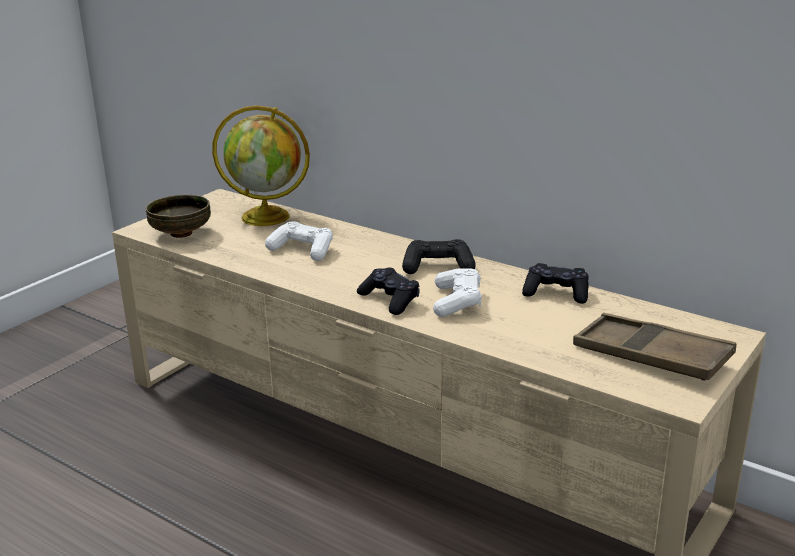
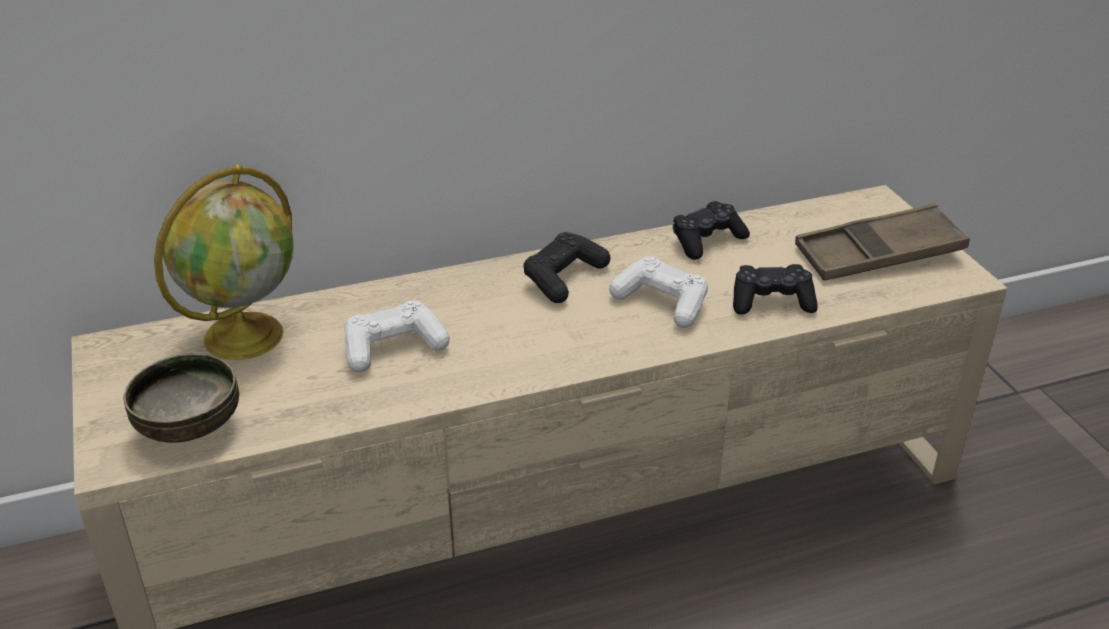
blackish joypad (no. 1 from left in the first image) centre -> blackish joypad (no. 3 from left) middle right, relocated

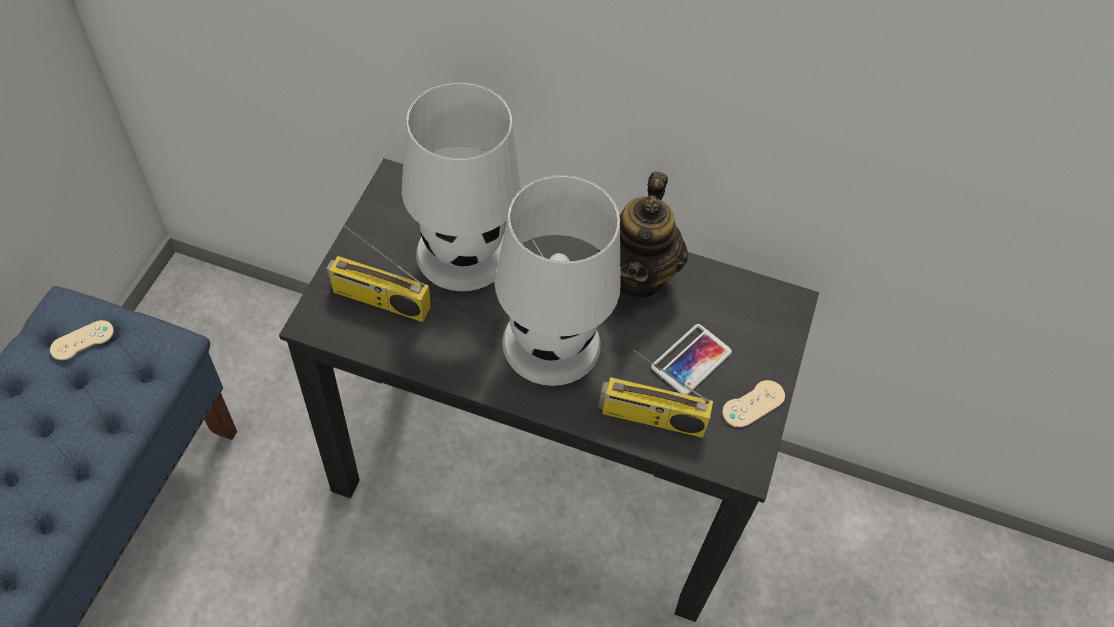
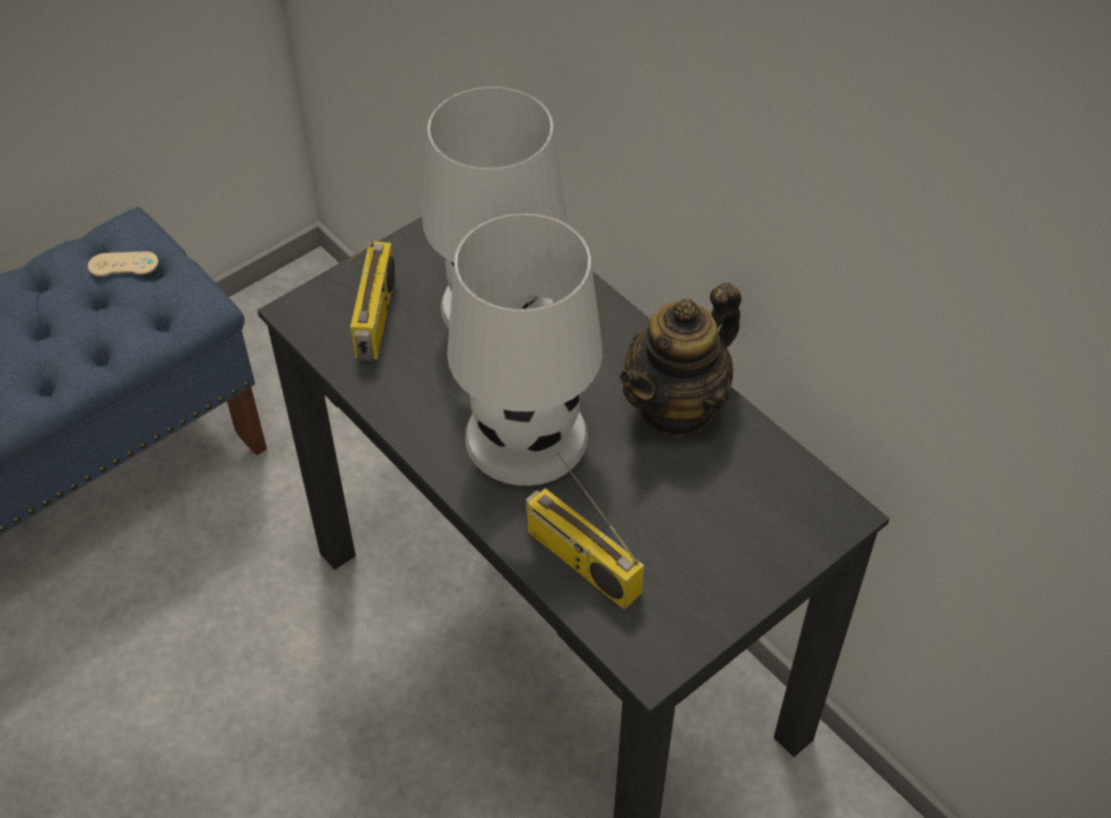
handset centre -> none
sand-coloured joypad (no. 2 from left) middle right -> none
radio receiver (no. 1 from left) centre, 135 degrees counterclockwise

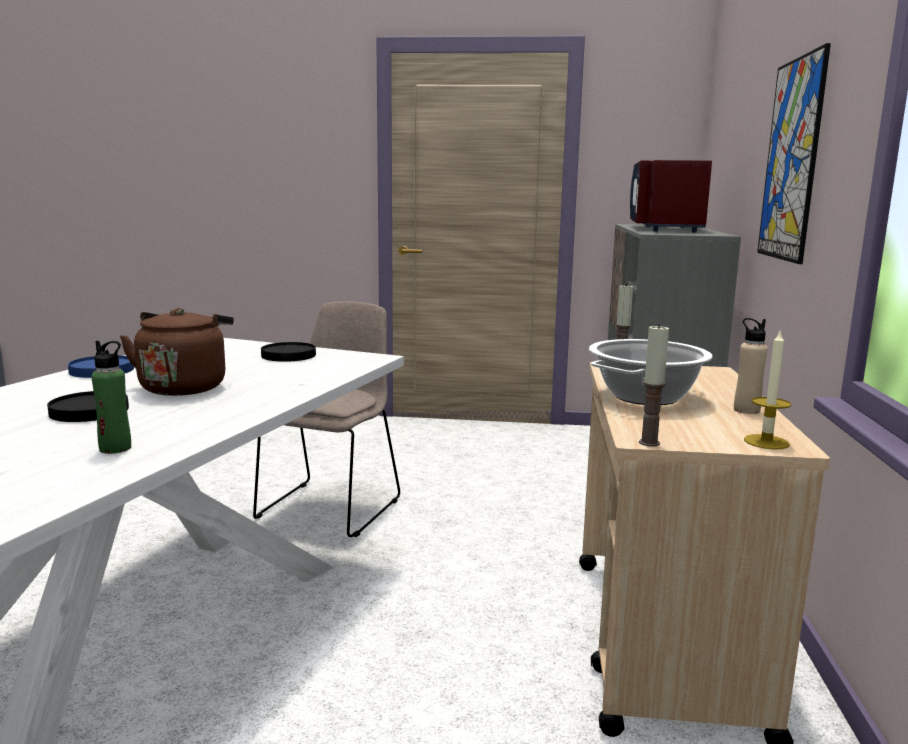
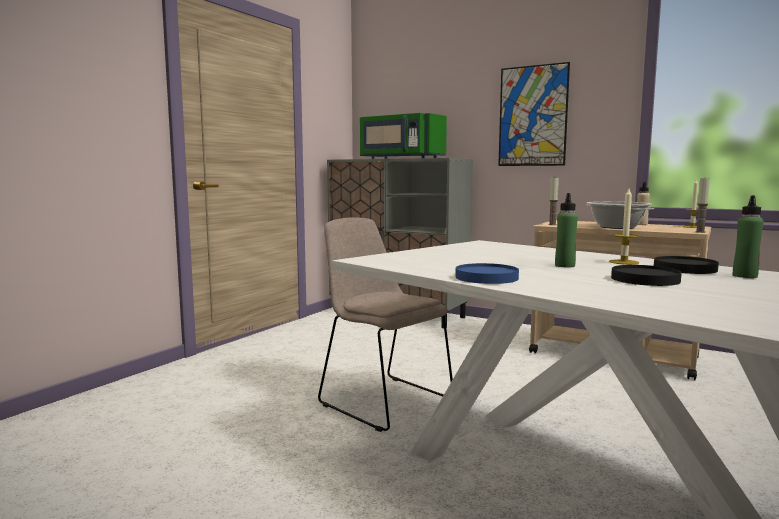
none -> wax light (no. 2 from left) middle right
blackish dinner plate (no. 2 from left) middle left -> blackish dinner plate (no. 2 from left) middle right, relocated
brown water kettle middle left -> green-coloured drink bottle (no. 1 from left) middle right
red-coloured microwave oven top right -> green-coloured microwave oven top centre

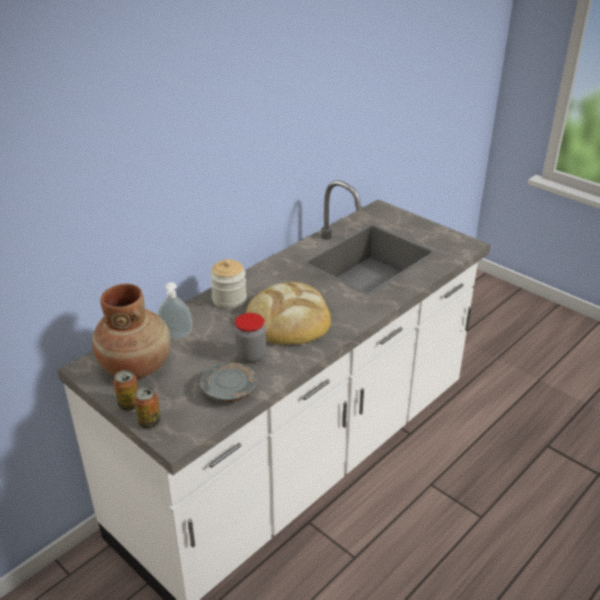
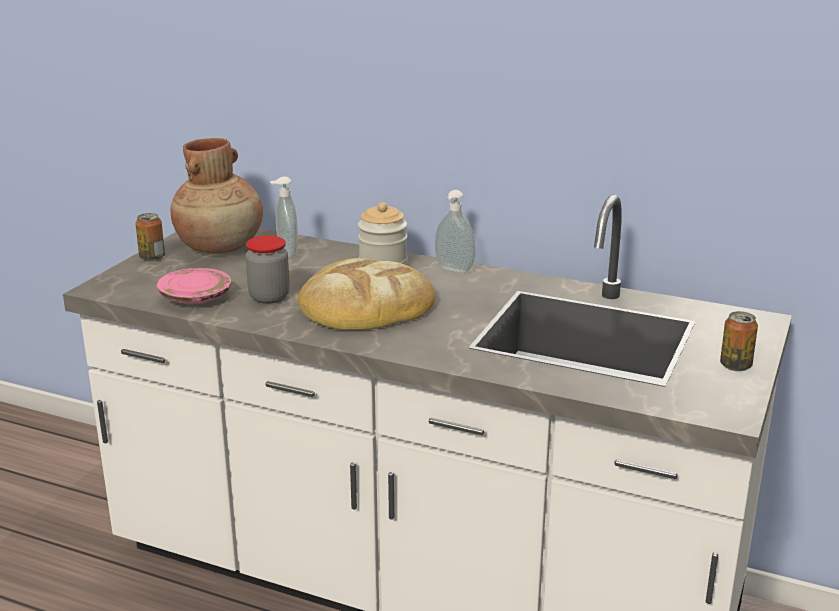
none -> liquid soap bottle (no. 2 from left) centre
metal can (no. 2 from left) bottom left -> metal can (no. 2 from left) middle right, relocated
gray dinner plate centre -> pink-coloured dinner plate middle left

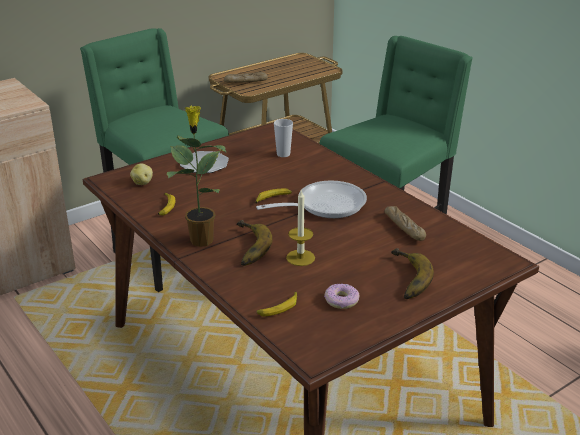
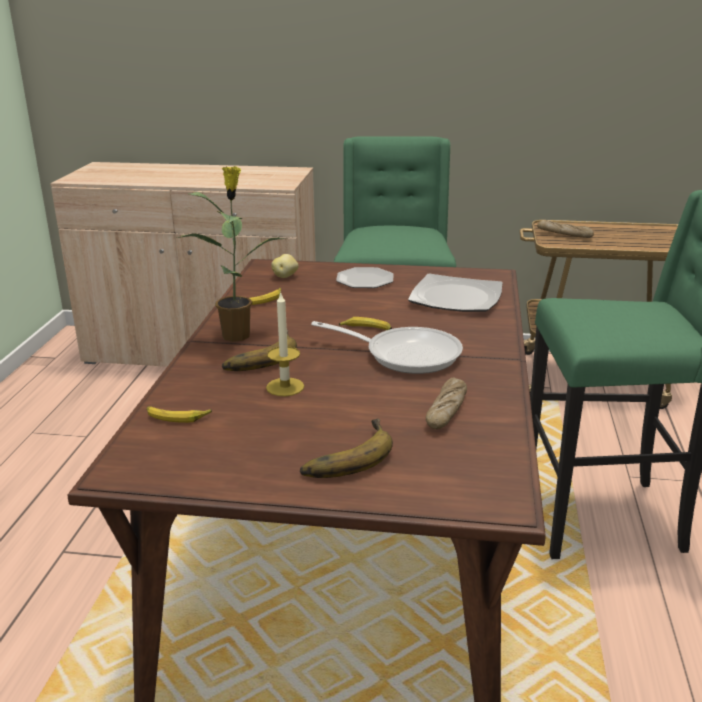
doughnut bottom centre -> none
cup top centre -> dinner plate (no. 2 from left) centre

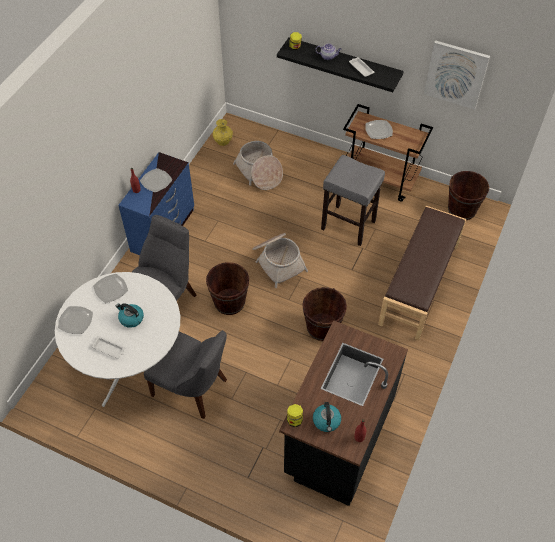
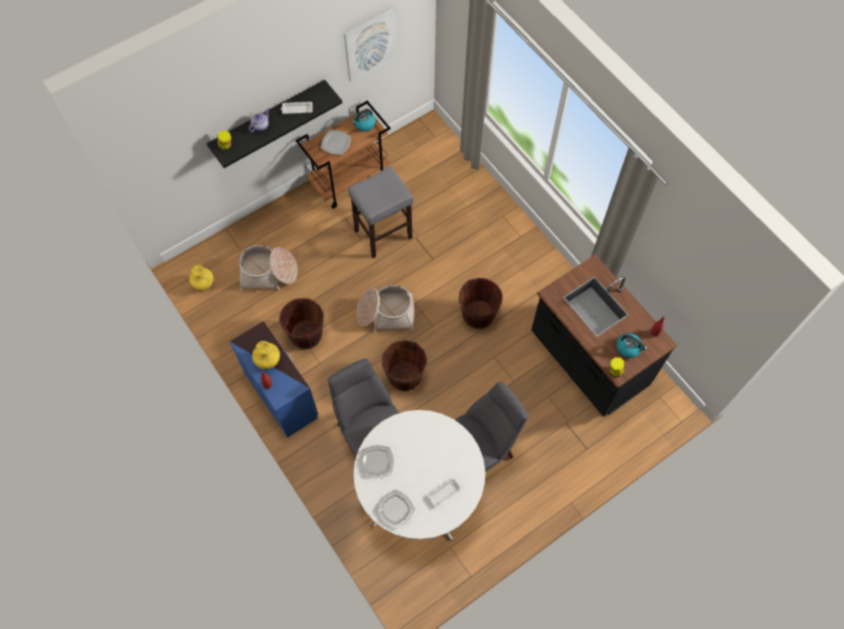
brown long seat middle right -> none
water kettle (no. 1 from left) middle left -> water kettle (no. 1 from left) top centre, relocated
brown pail (no. 3 from left in the first image) middle right -> brown pail (no. 1 from left) centre, relocated
dinner plate (no. 3 from left) top left -> yellow-coloured flower vase (no. 2 from left) middle left

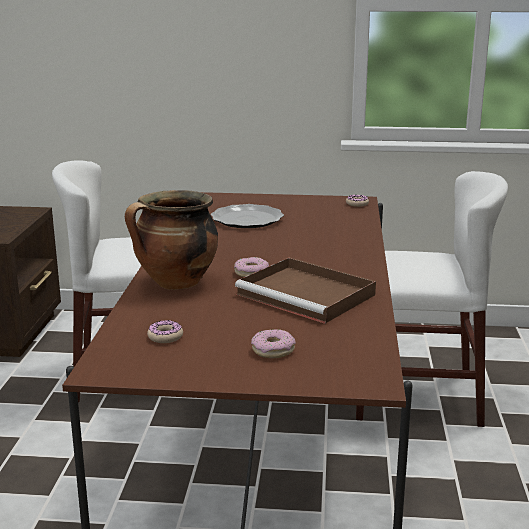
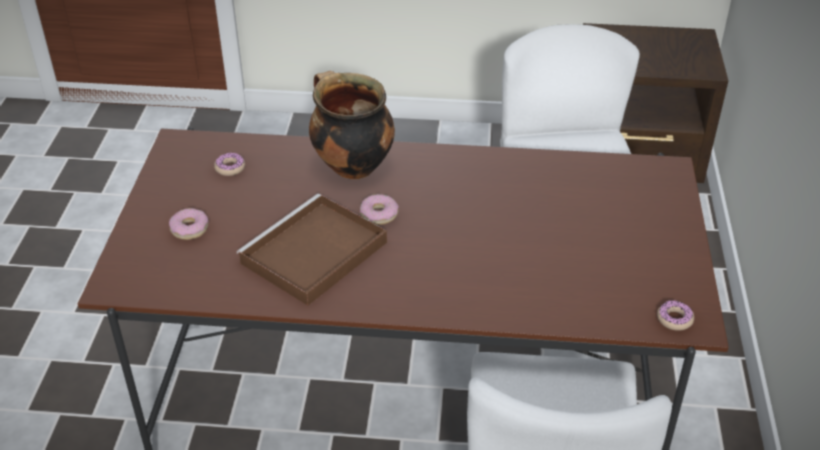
dinner plate centre -> none

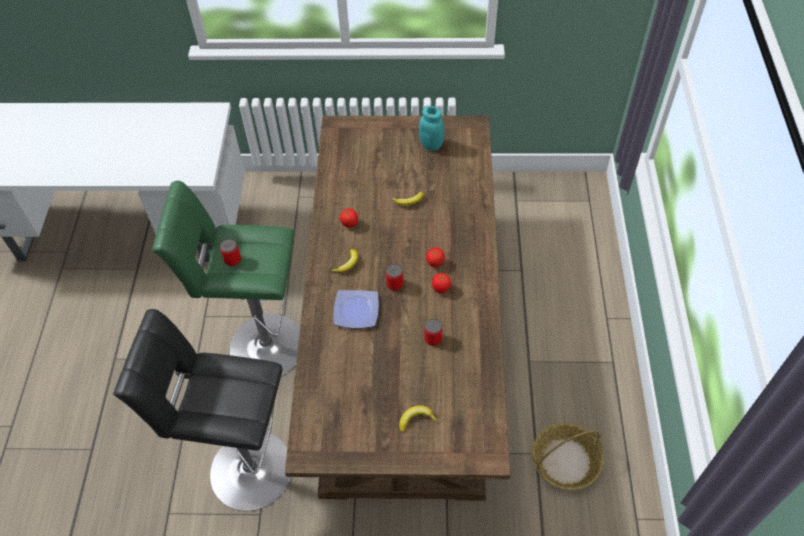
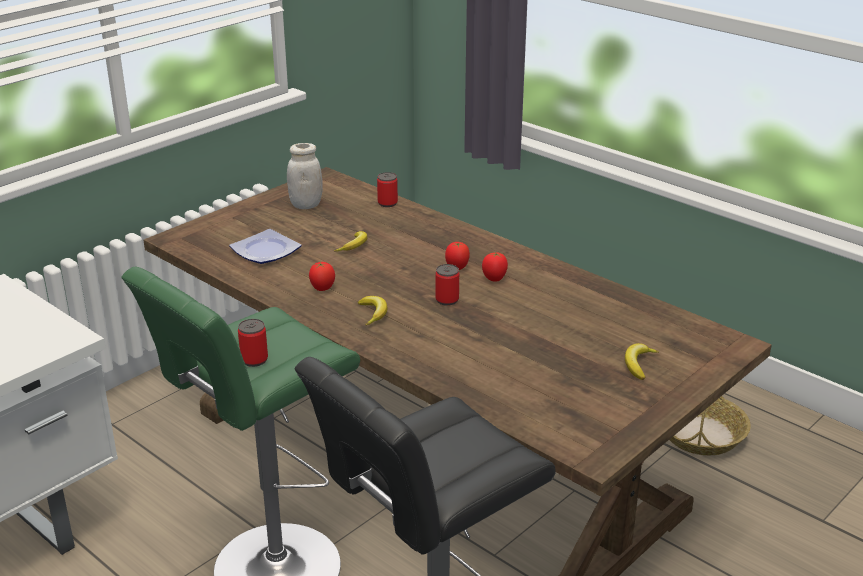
dinner plate centre -> dinner plate middle left, relocated
metal can (no. 3 from left in the first image) centre -> metal can (no. 2 from left) top centre, relocated
blue-green preserve jar top centre -> whitish preserve jar top centre

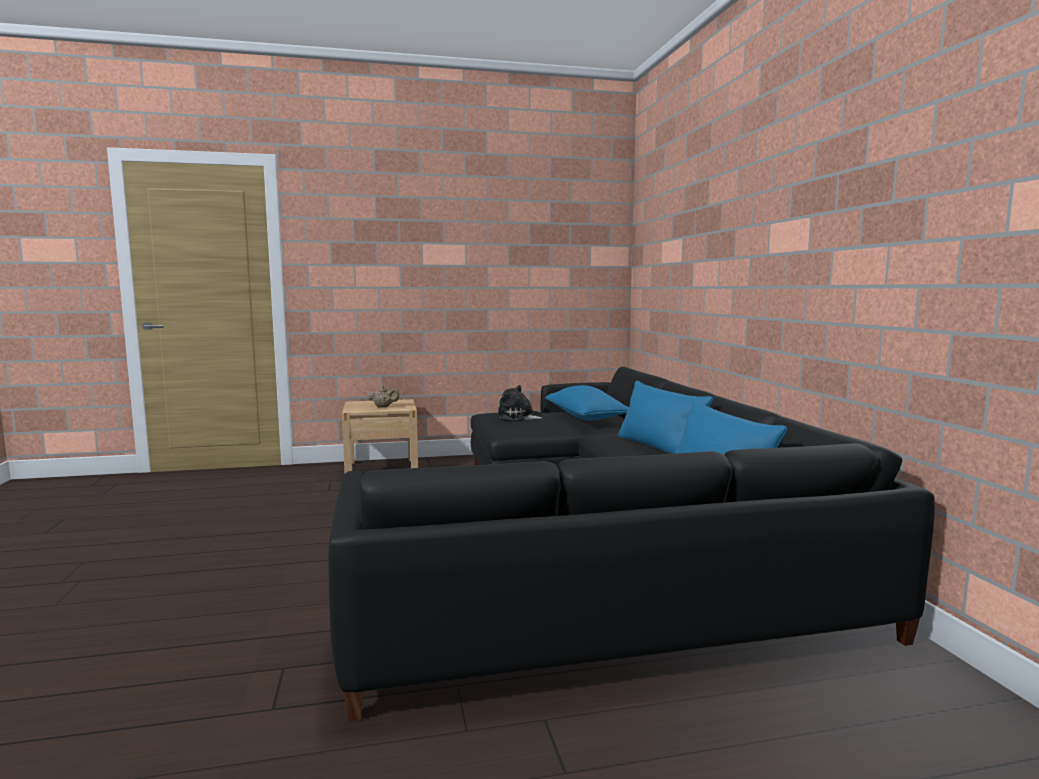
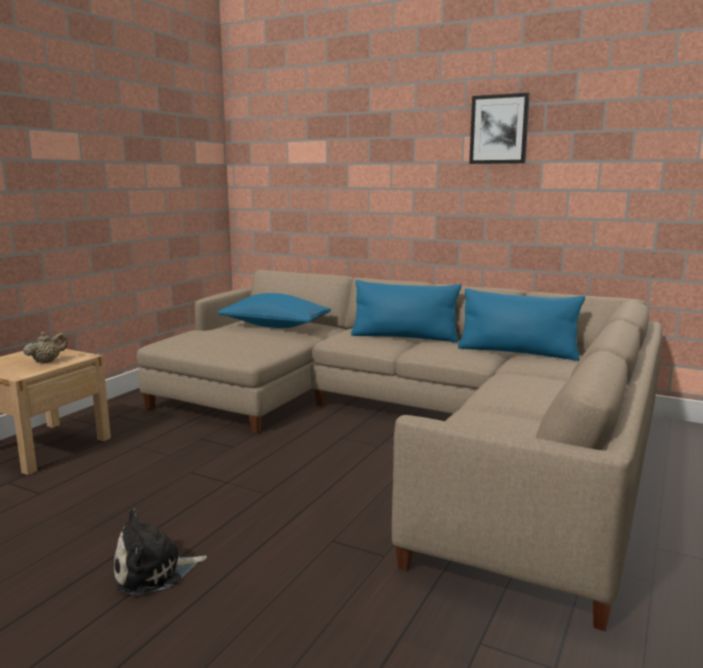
none -> picture top right
soft toy centre -> soft toy bottom left, relocated
blackish sofa bottom centre -> sand-coloured sofa bottom centre

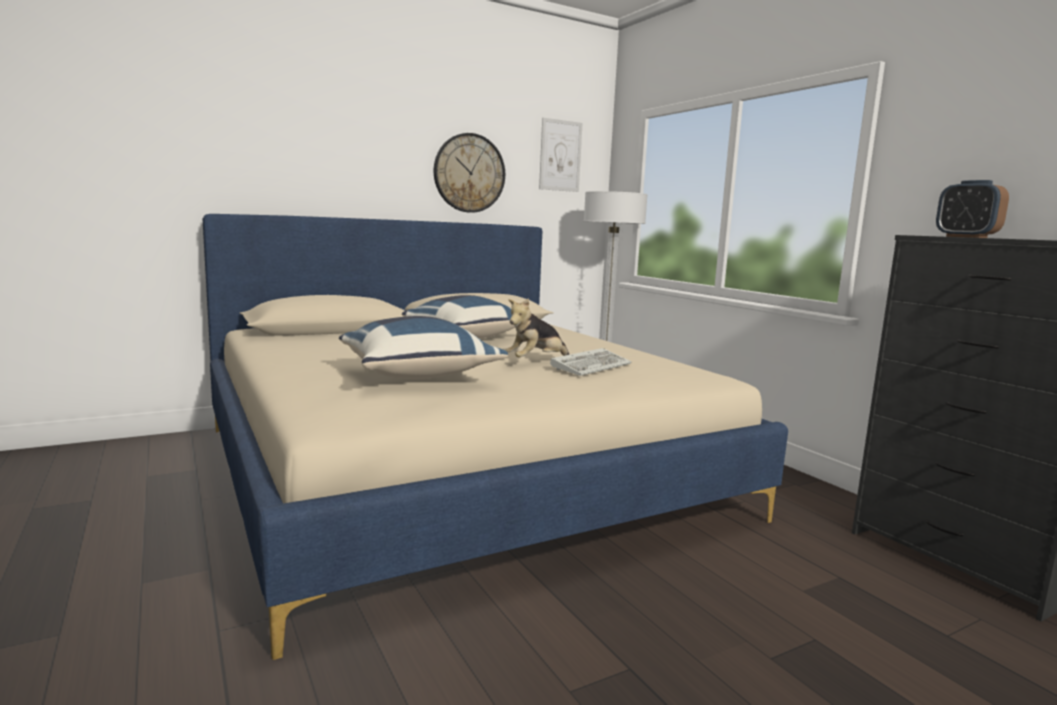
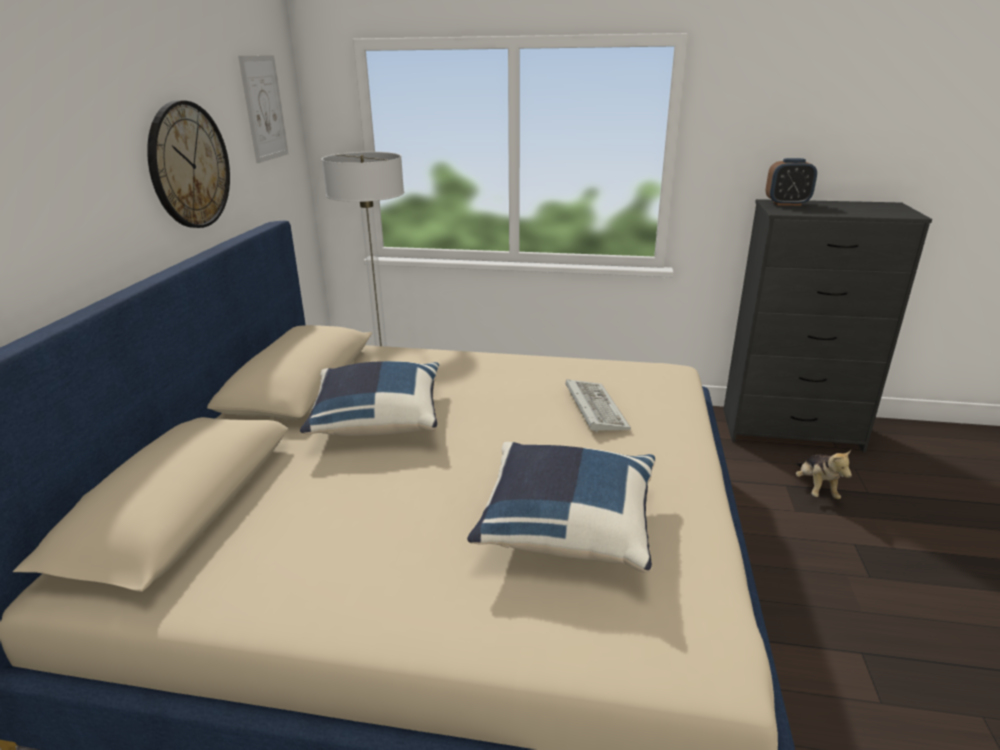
soft toy centre -> soft toy middle right, relocated

